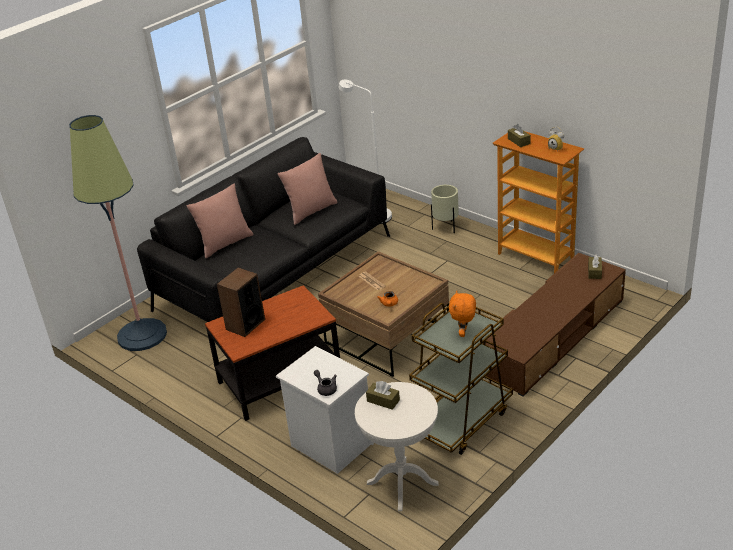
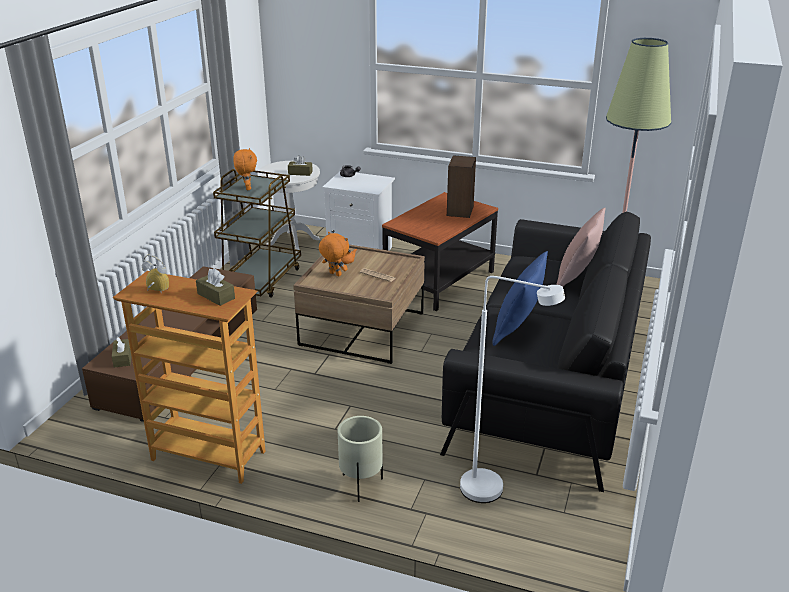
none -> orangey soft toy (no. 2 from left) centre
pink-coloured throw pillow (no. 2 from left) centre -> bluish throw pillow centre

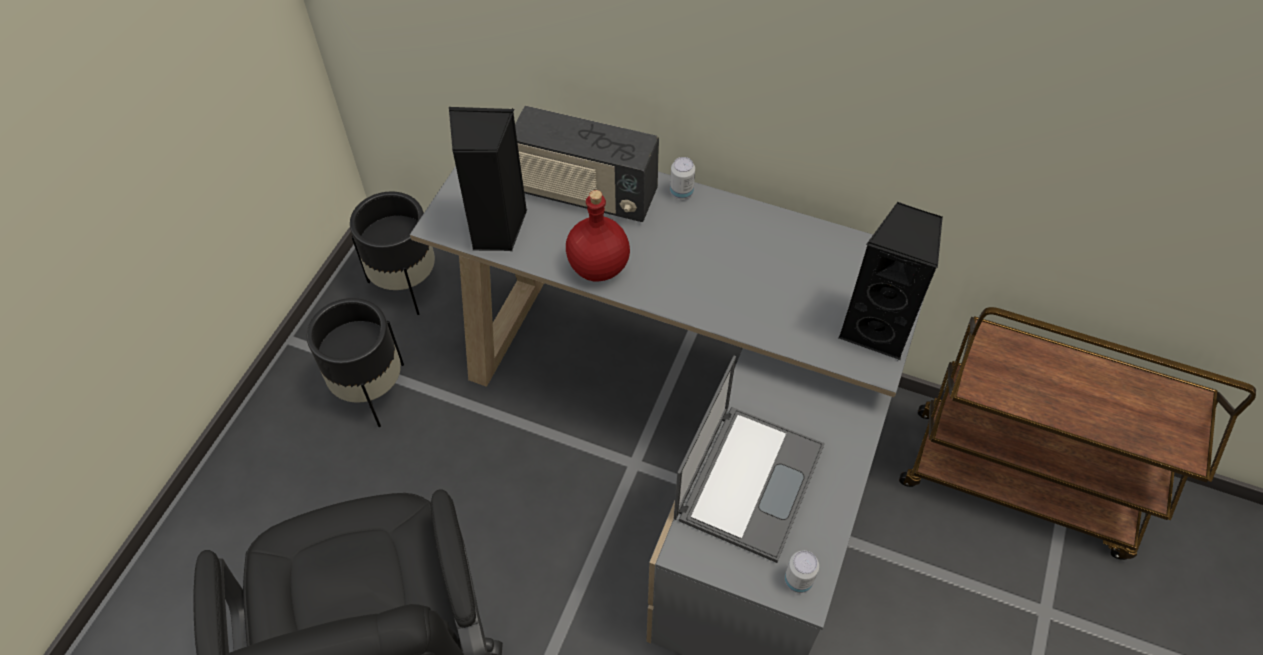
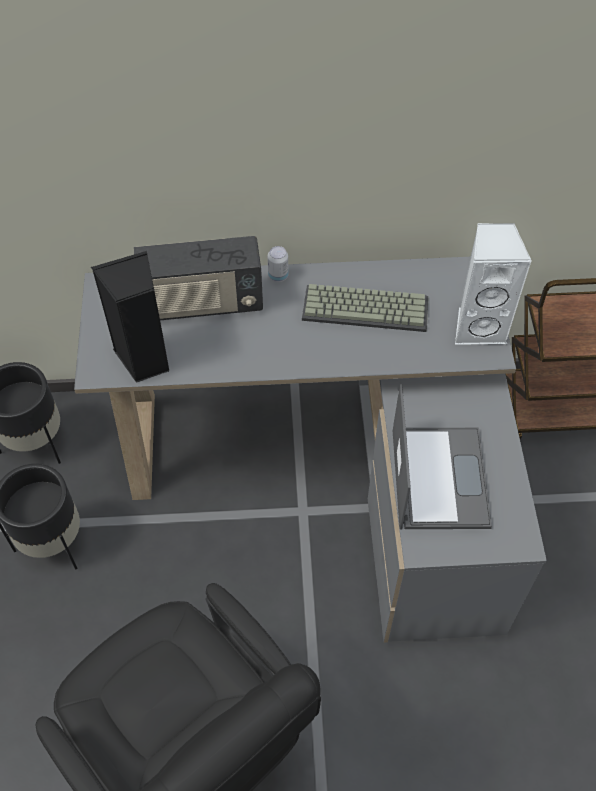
red-coloured drink bottle centre -> none
metal can (no. 2 from left) bottom centre -> none
none -> computer keyboard centre
blackish speaker (no. 2 from left) middle right -> whitish speaker middle right

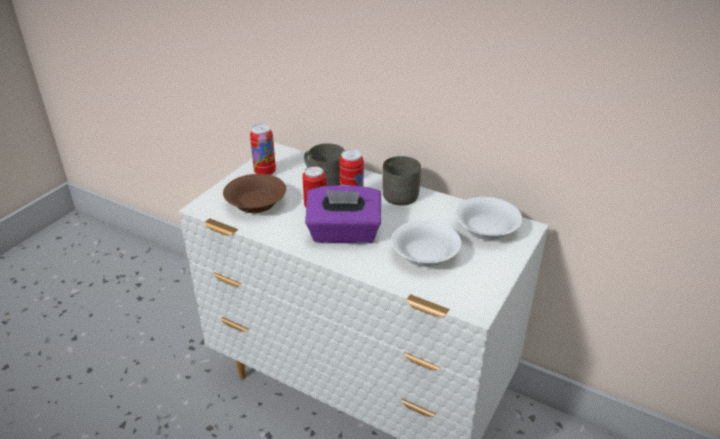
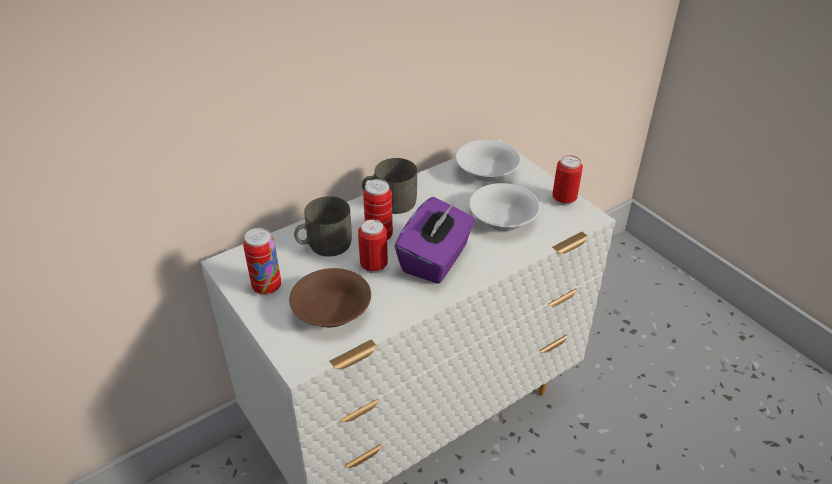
none -> metal can (no. 4 from left) middle right

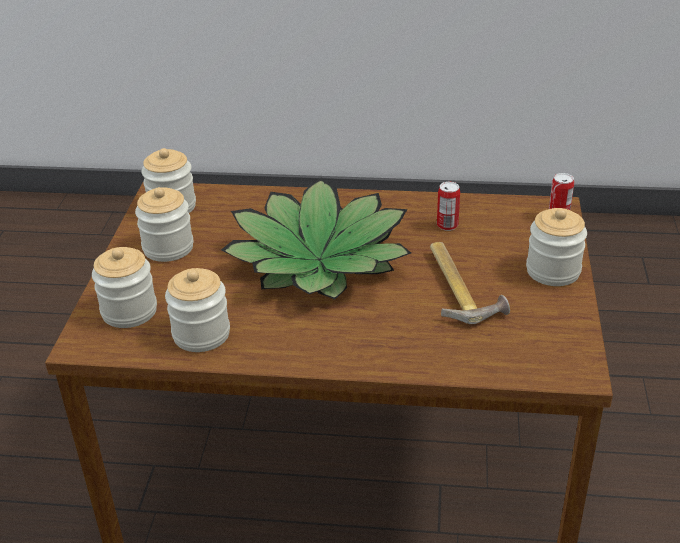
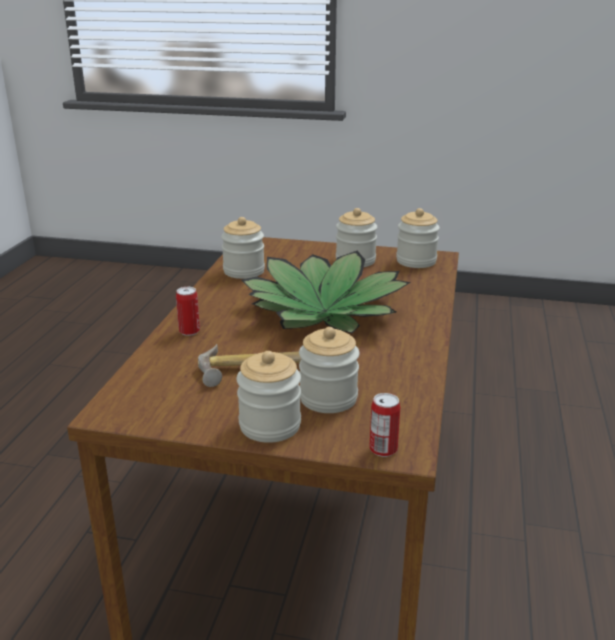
preserve jar (no. 1 from left in the first image) middle left -> preserve jar (no. 3 from left) centre, relocated
metal can (no. 1 from left) centre -> metal can (no. 1 from left) middle left, relocated

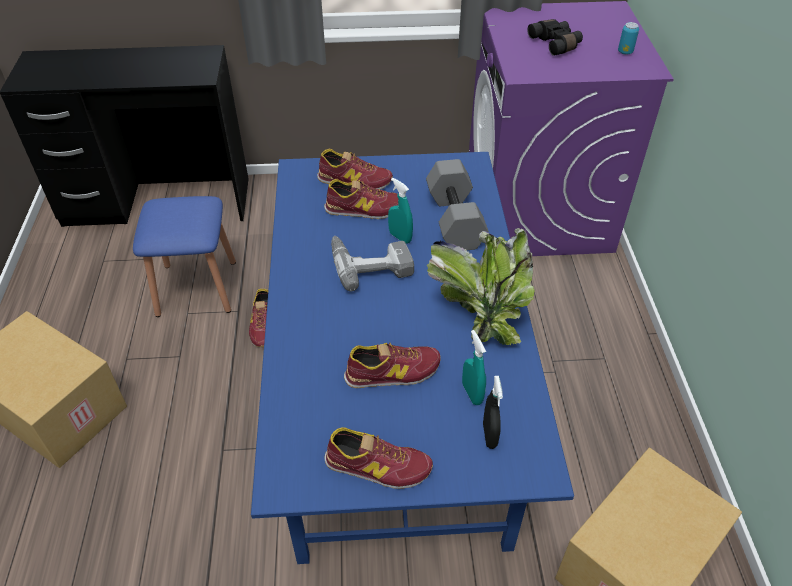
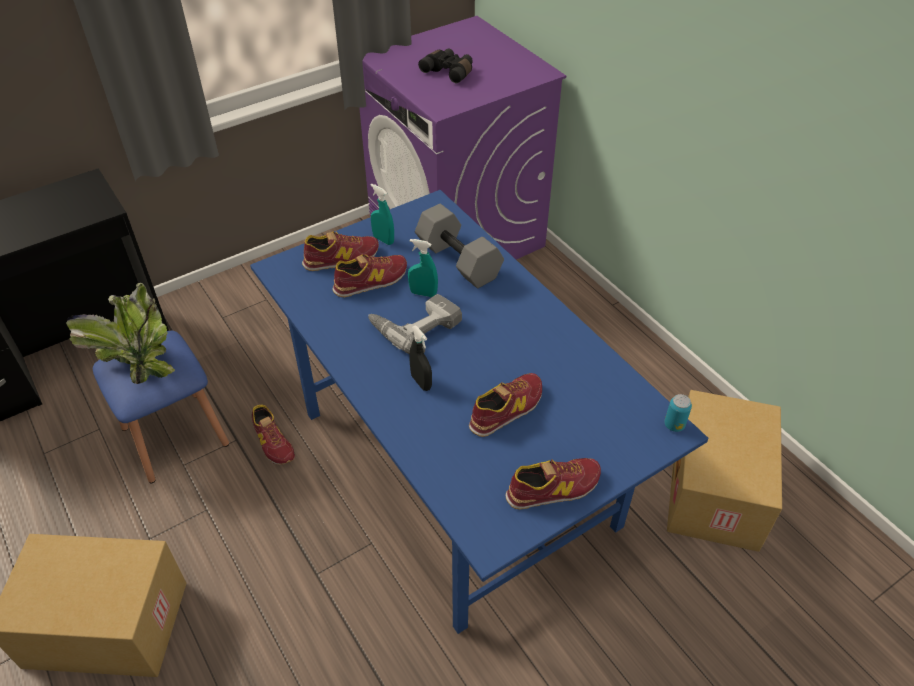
potted plant centre -> potted plant middle left, relocated
blue-green spray bottle (no. 2 from left in the first image) centre -> blue-green spray bottle (no. 1 from left) top centre, relocated
blackish spray bottle bottom centre -> blackish spray bottle centre, relocated
metal can top right -> metal can middle right, relocated

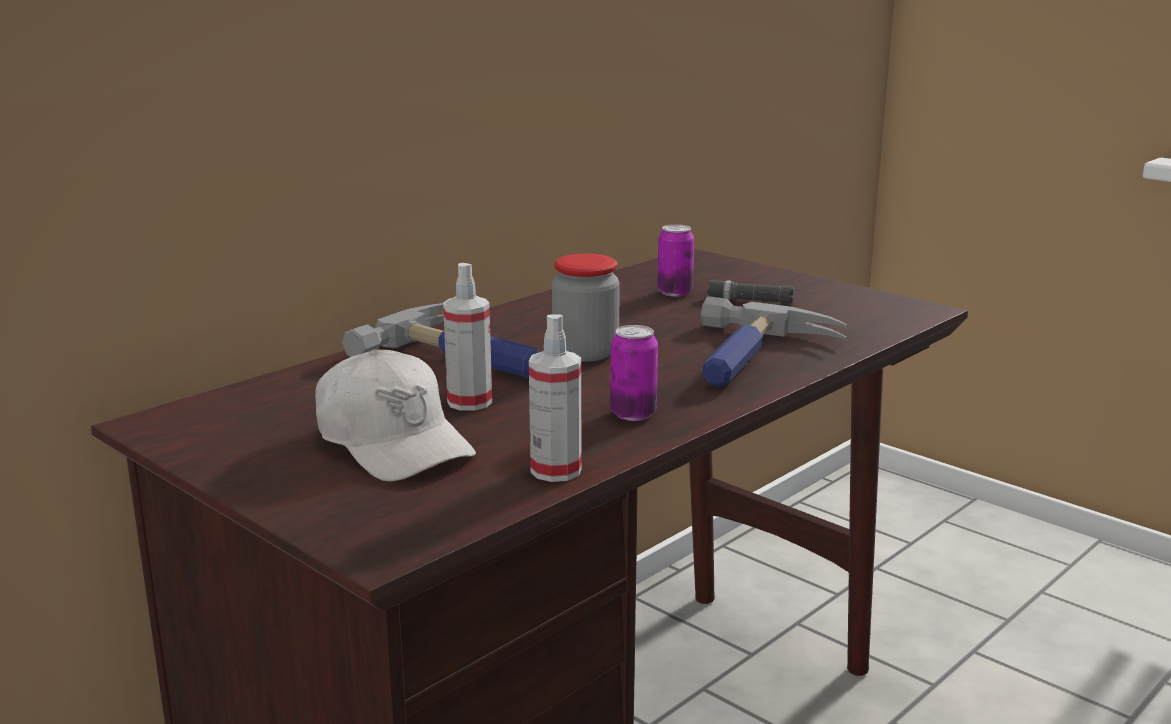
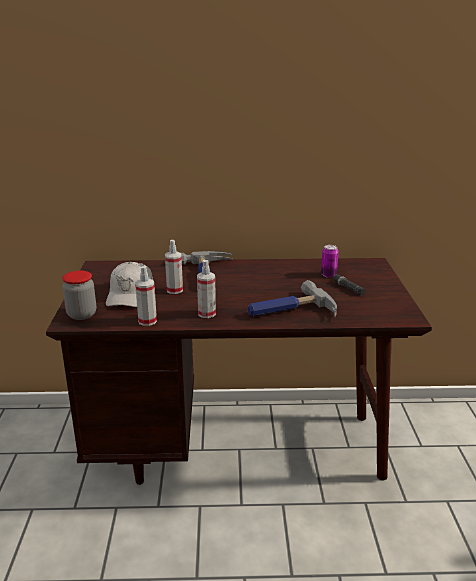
preserve jar centre -> preserve jar middle left, relocated
metal can (no. 1 from left) centre -> spray bottle (no. 3 from left) centre

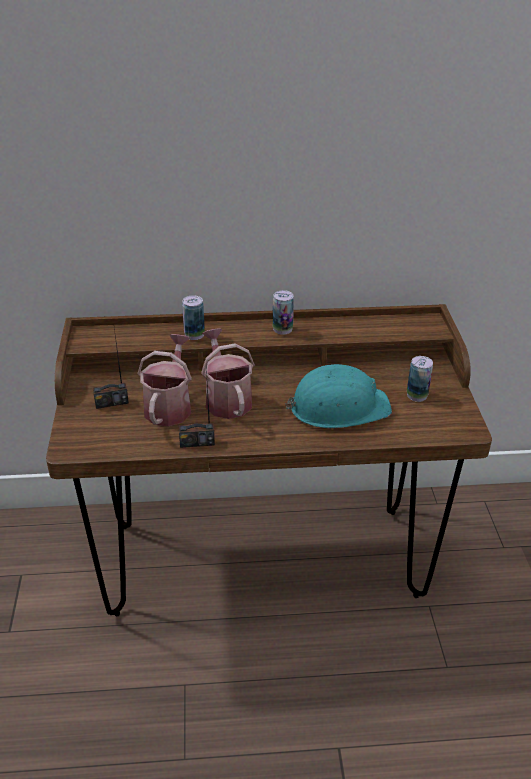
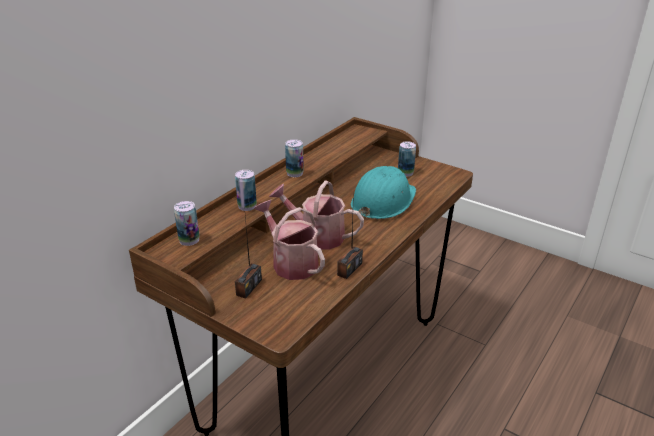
none -> metal can (no. 1 from left) middle left

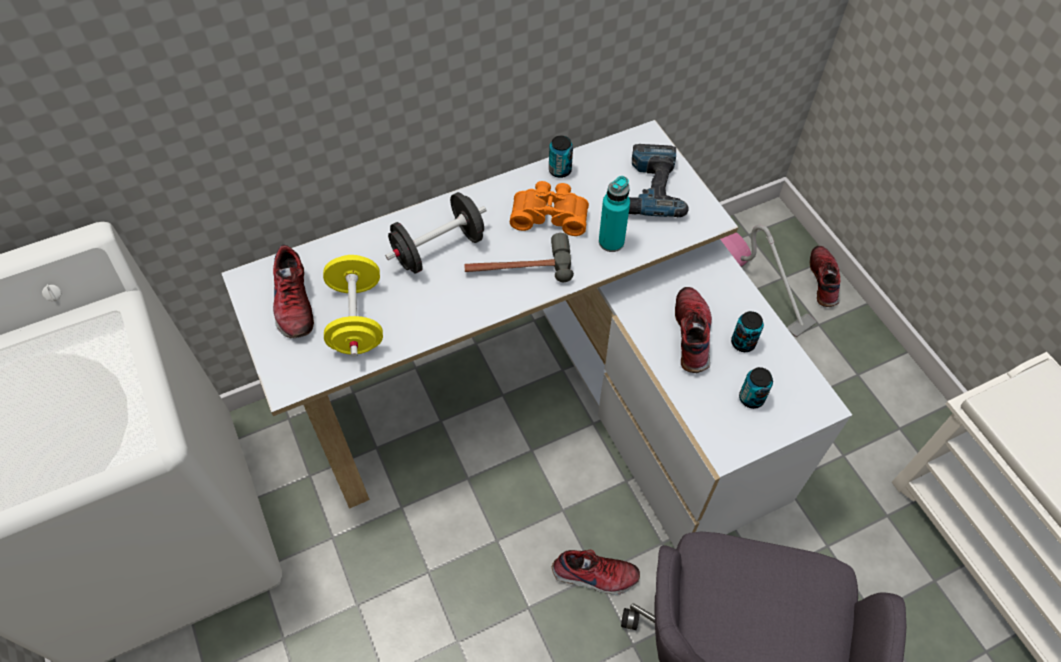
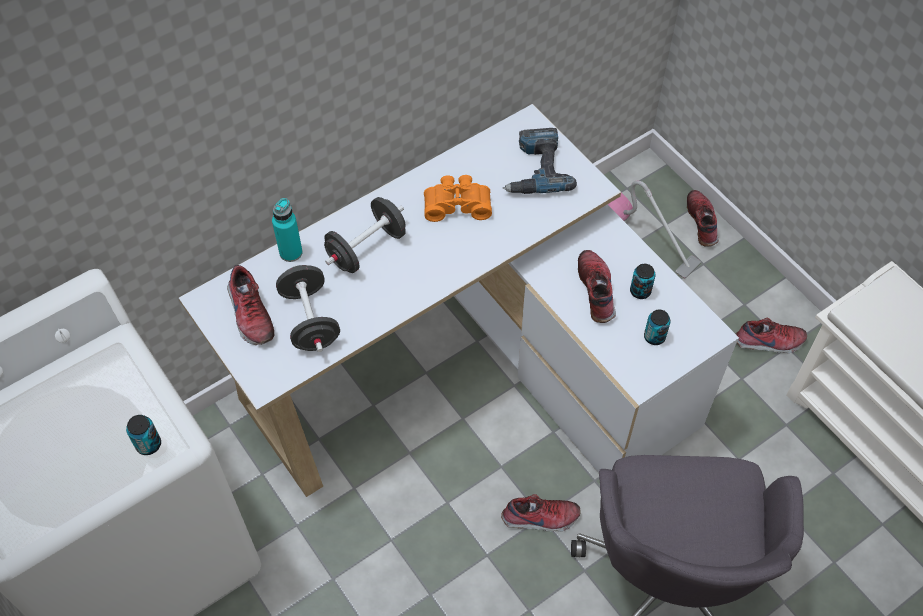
hand hammer centre -> none
none -> low shoe (no. 5 from left) middle right
metal can (no. 1 from left) top centre -> metal can (no. 1 from left) bottom left, relocated
blue-green drink bottle top centre -> blue-green drink bottle middle left, relocated
yellow-coloured hand weight middle left -> blackish hand weight (no. 1 from left) centre

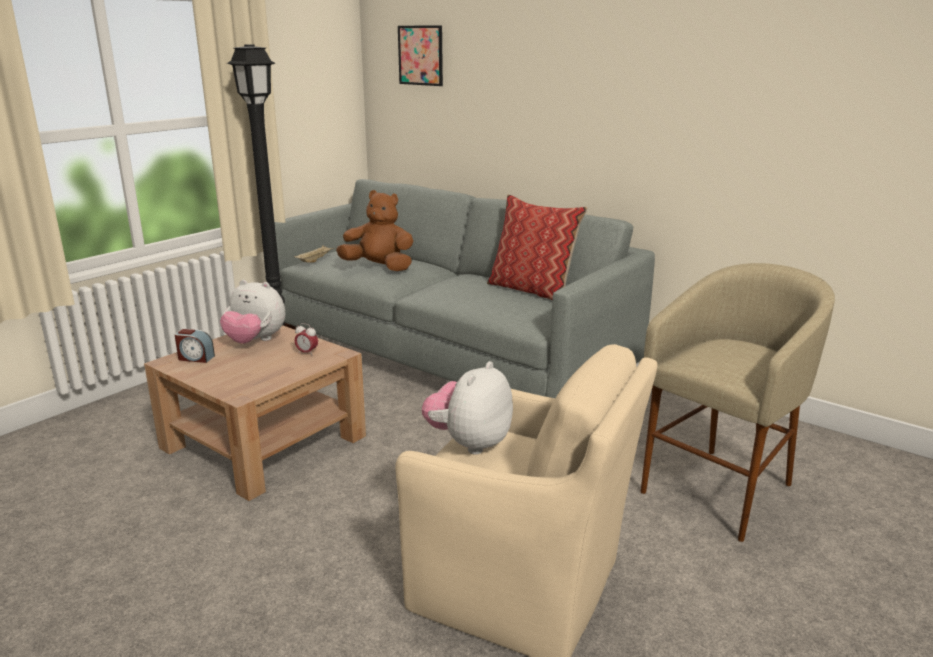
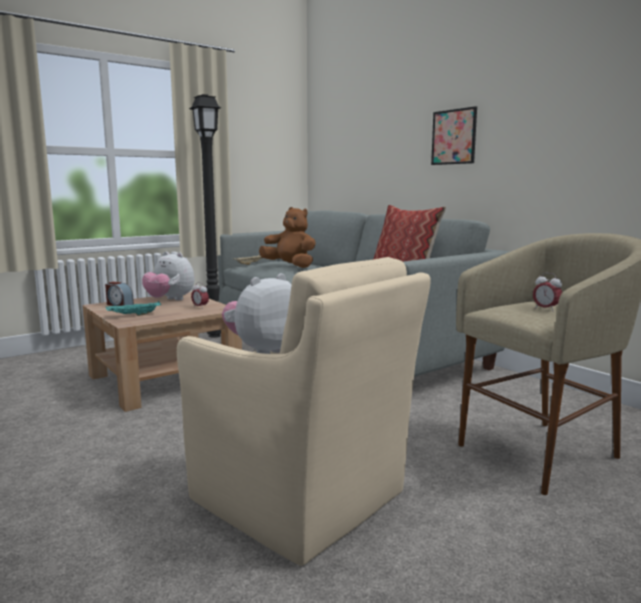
none -> blue-green tray middle left
none -> table clock (no. 3 from left) middle right
picture top centre -> picture top right, relocated

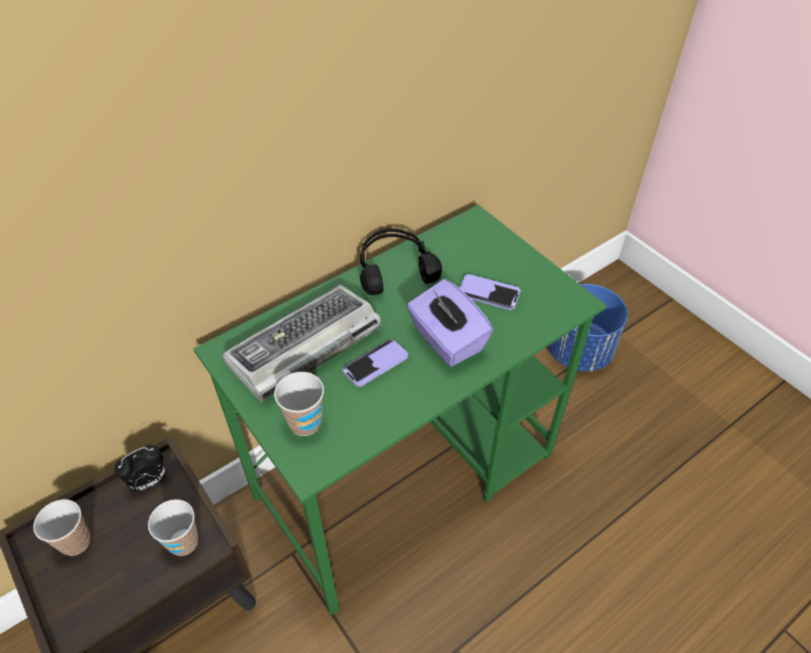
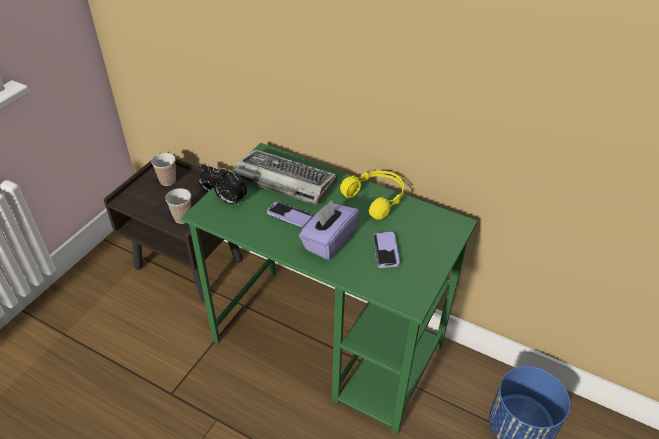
cup (no. 3 from left) centre -> table clock (no. 2 from left) centre
blackish headset centre -> yellow-coloured headset centre

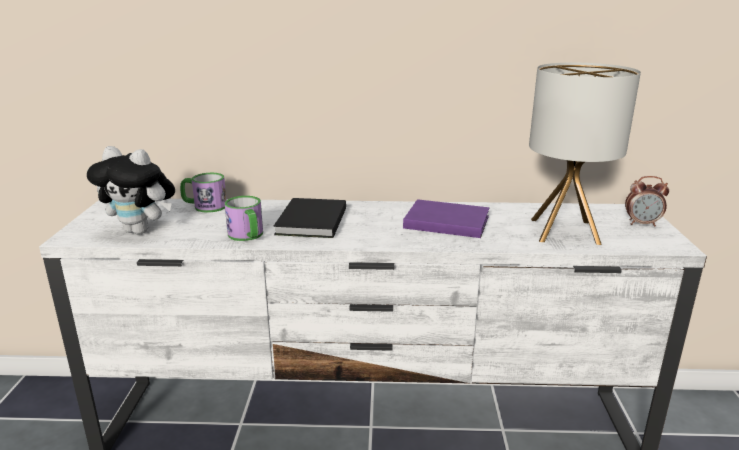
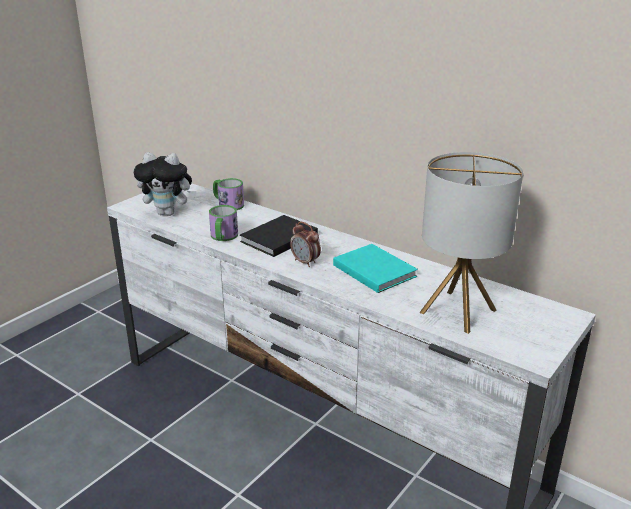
table clock middle right -> table clock centre, relocated
purplish book centre -> blue-green book centre
soft toy middle left, 45 degrees counterclockwise

